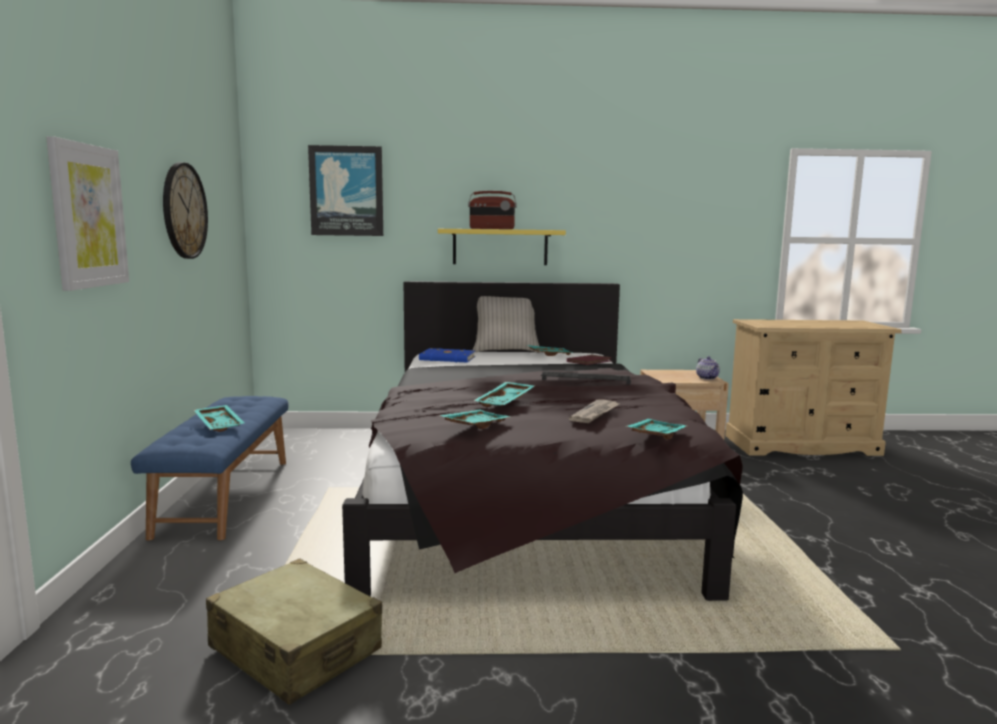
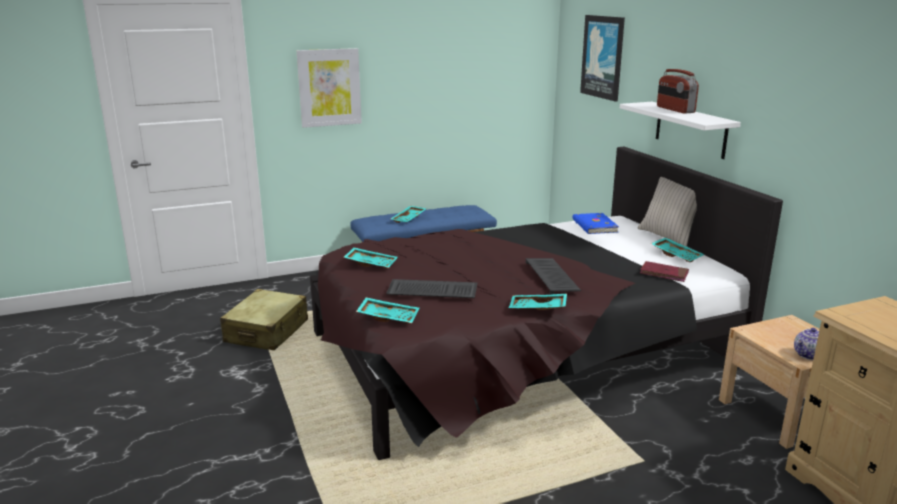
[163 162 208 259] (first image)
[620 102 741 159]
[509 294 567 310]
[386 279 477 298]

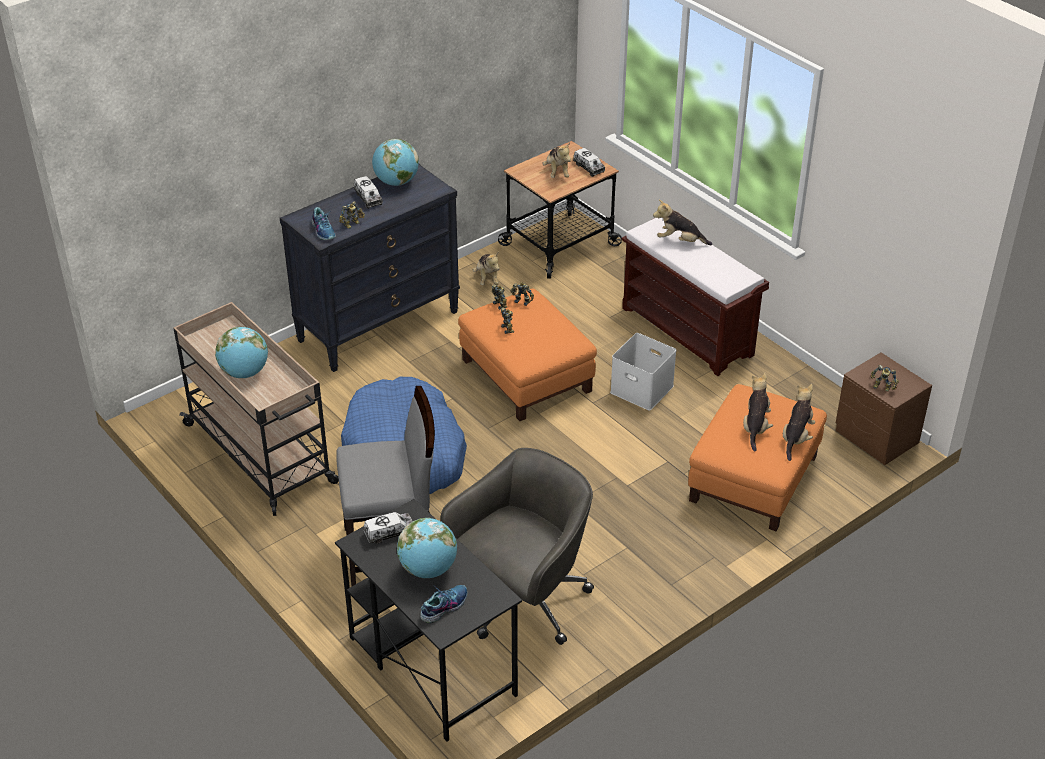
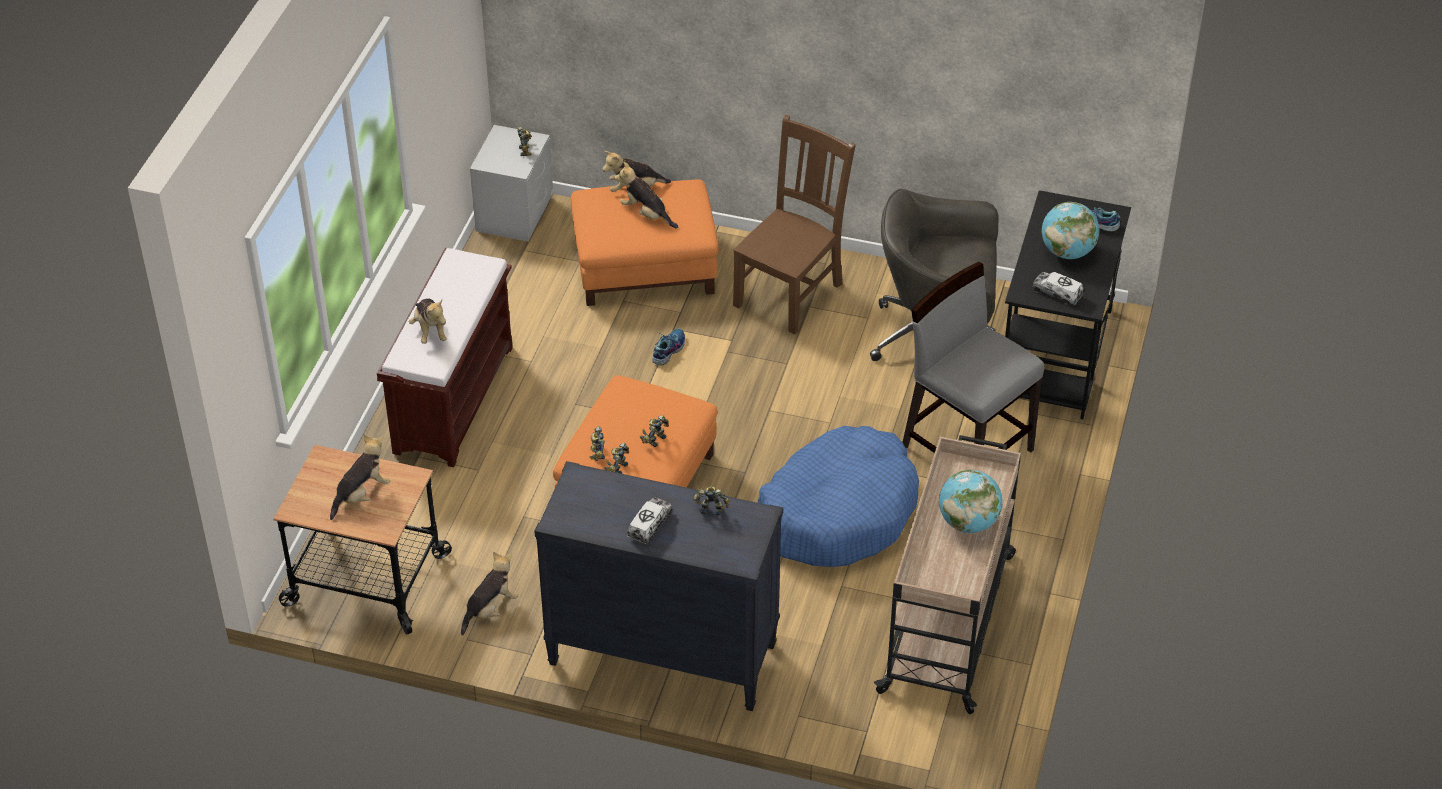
[372 139 419 186] (first image)
[573 148 605 177] (first image)
[652 329 685 366]
[610 333 676 411] (first image)
[470 125 553 241]
[614 162 678 229]
[733 115 856 334]

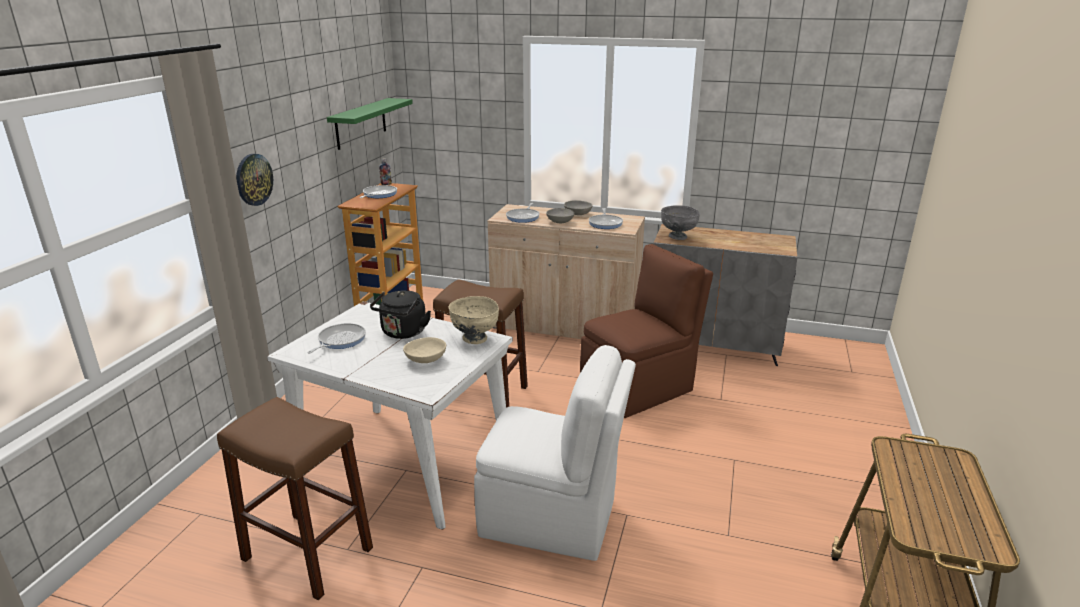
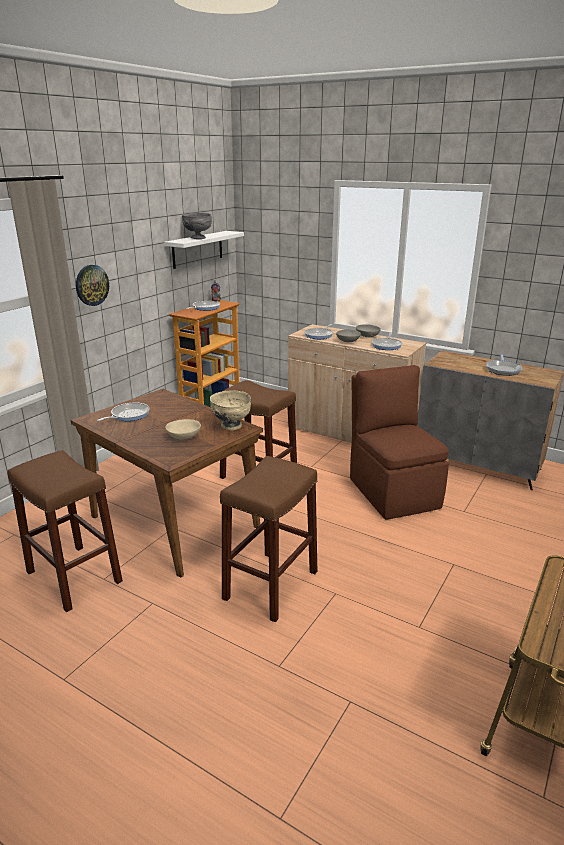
[164 231 244 269]
[182 213 212 239]
[350 365 449 519]
[370 290 431 339] (first image)
[71 389 263 578]
[220 456 317 622]
[486 354 522 376]

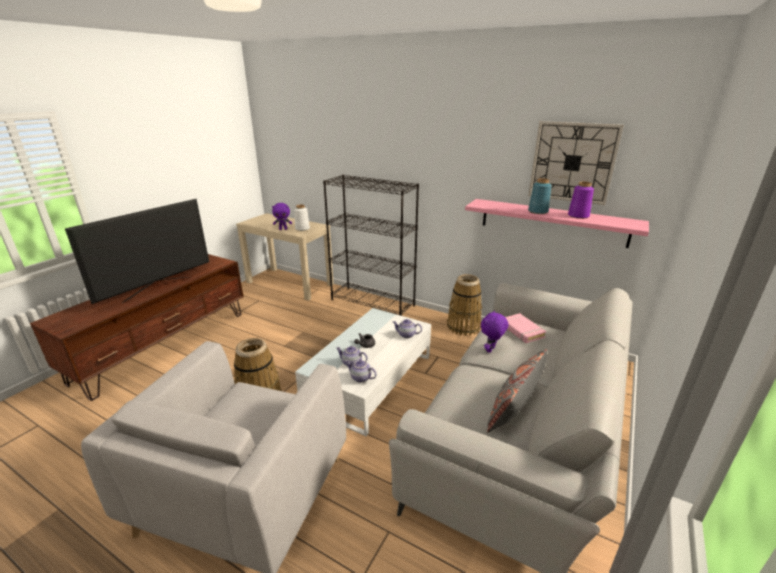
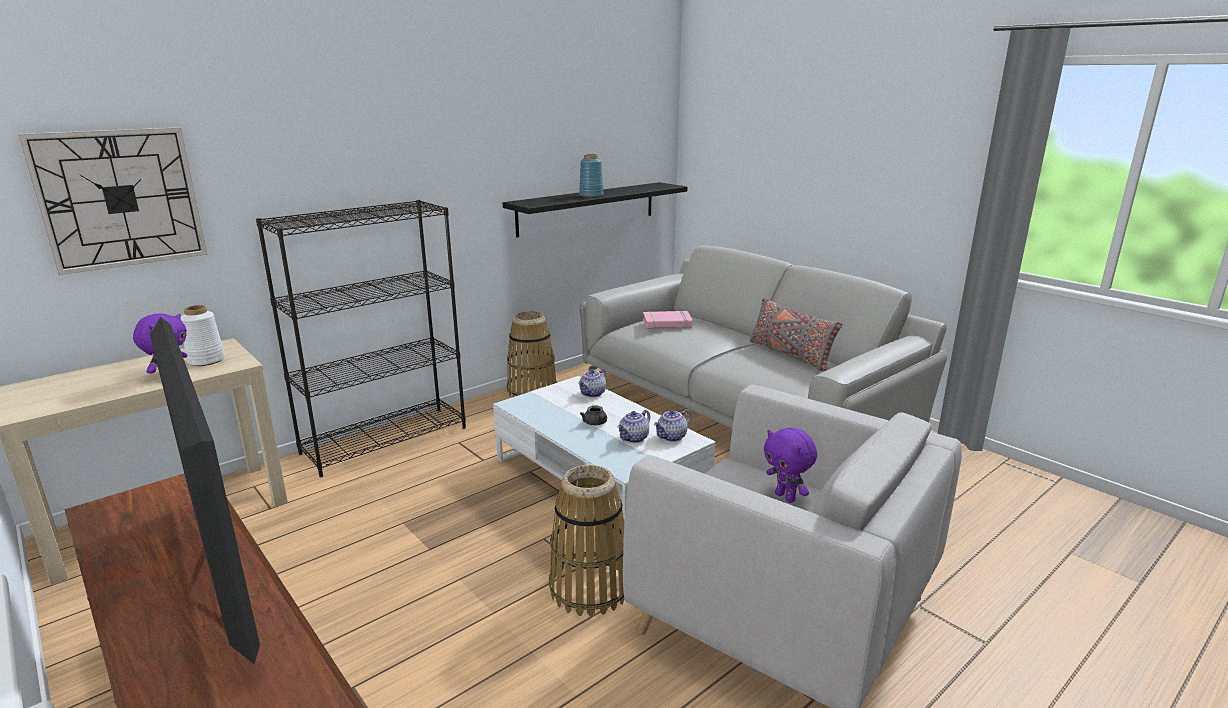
[18 127 208 275]
[568 182 594 219] (first image)
[503 182 687 238]
[764 428 817 503]

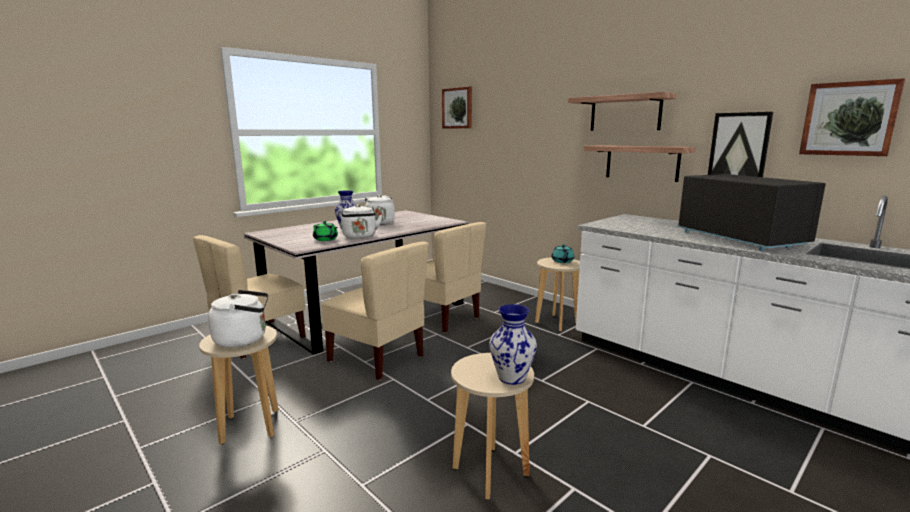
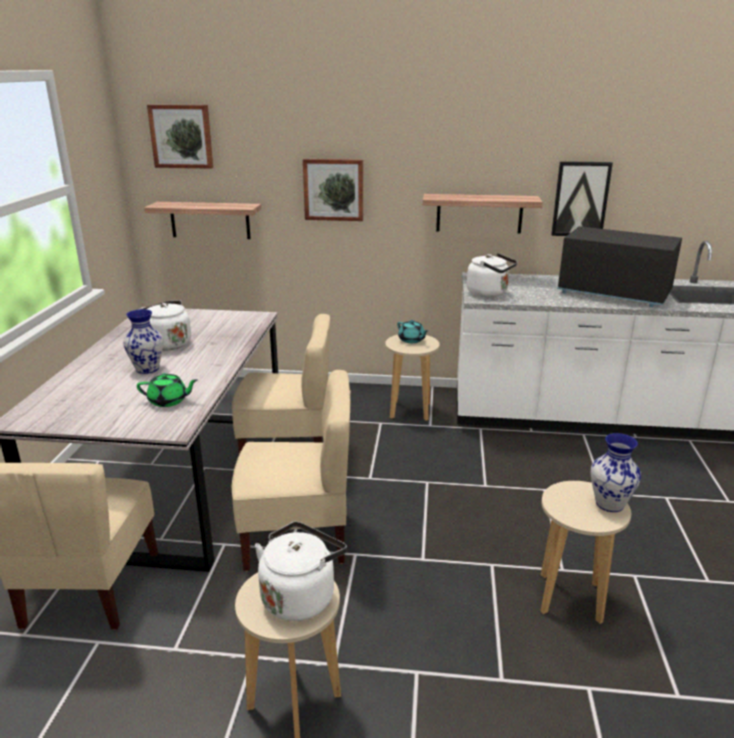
[303 159 363 221]
[144 202 261 239]
[467 253 517 297]

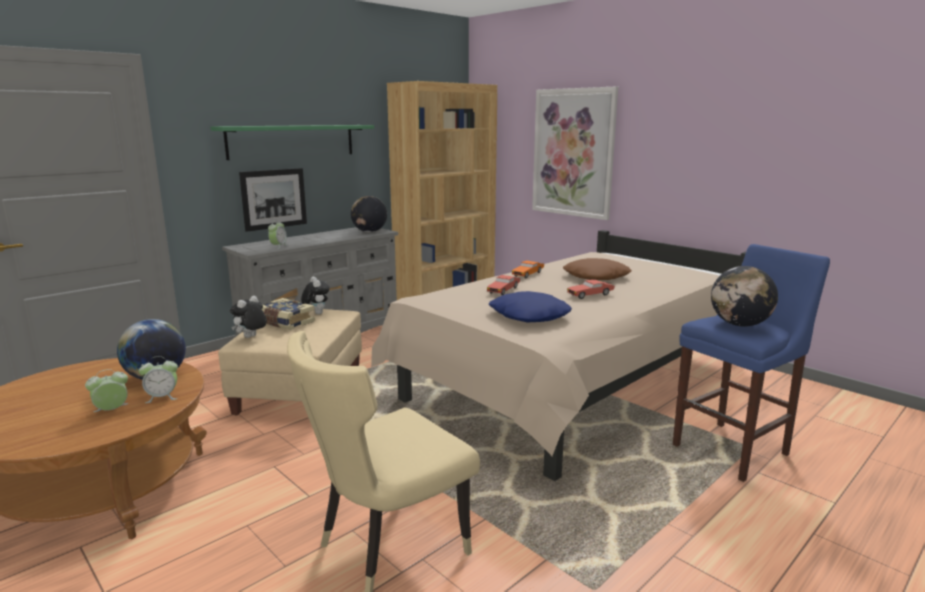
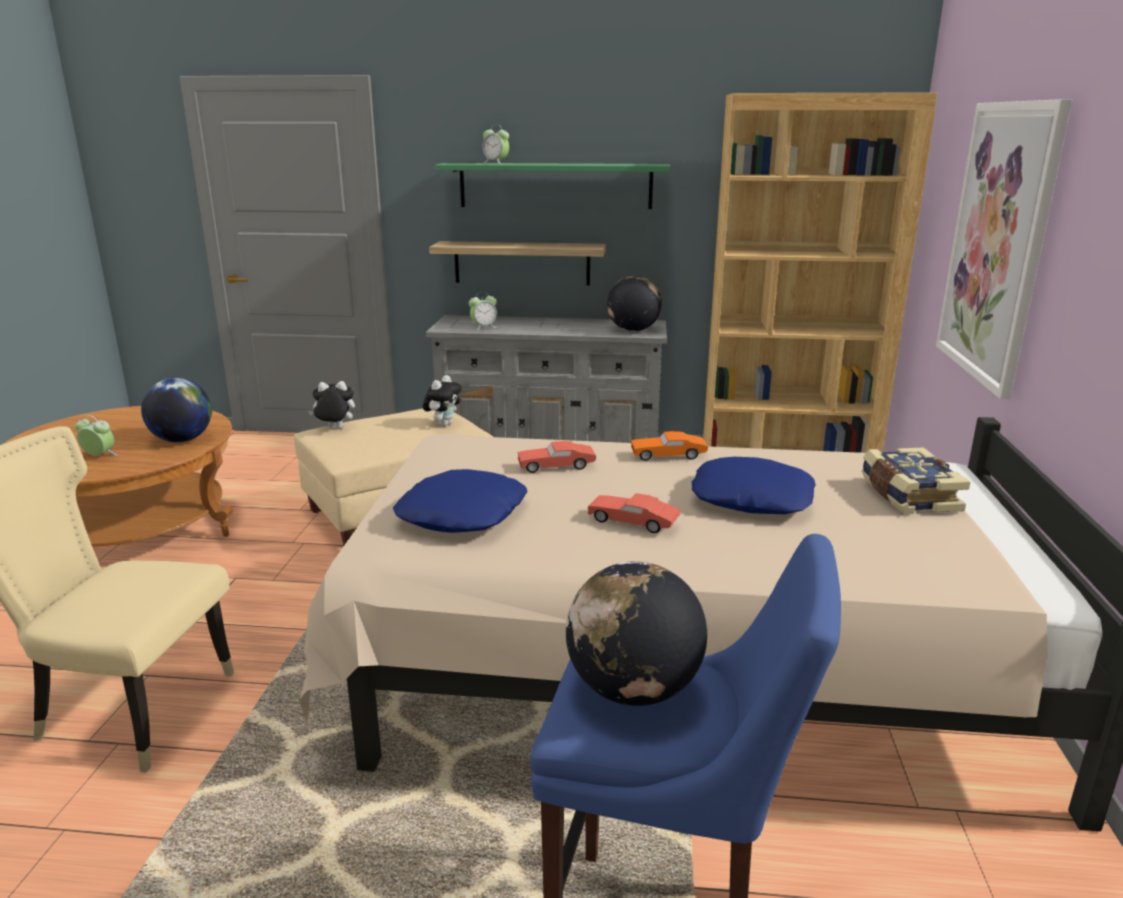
[429 241 606 286]
[692 457 816 514]
[862 447 970 514]
[482 125 509 164]

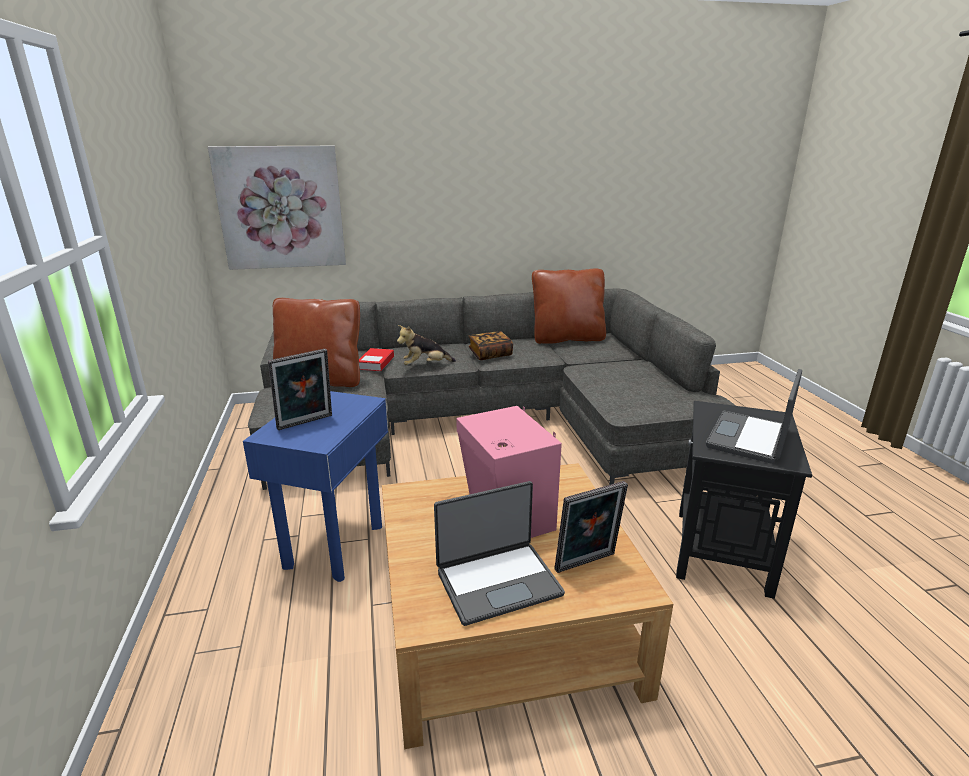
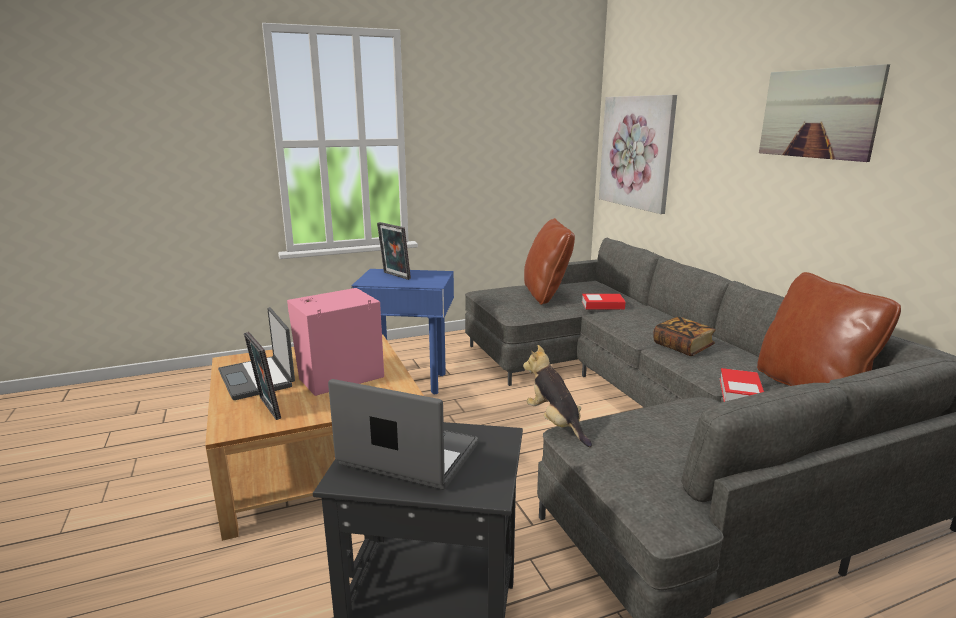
[523 345 592 447]
[759 64 890 162]
[720 368 764 402]

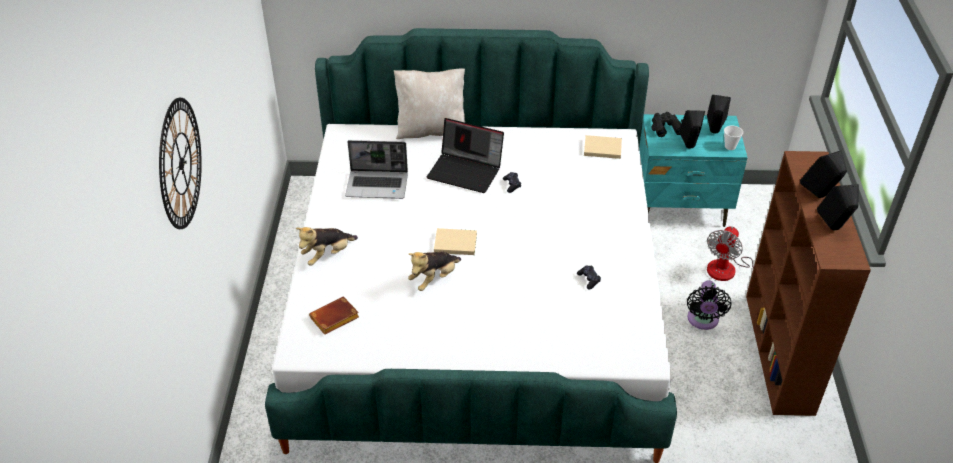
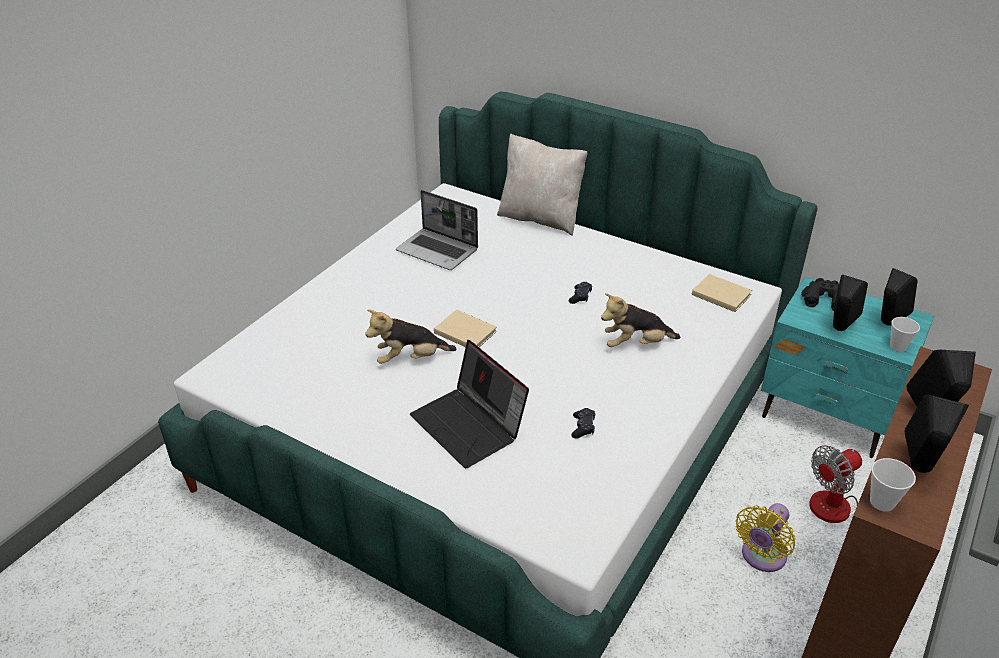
[159 98 202 229] (first image)
[410 340 529 468]
[601 293 681 347]
[736 503 796 572]
[309 296 359 335] (first image)
[870 458 916 512]

